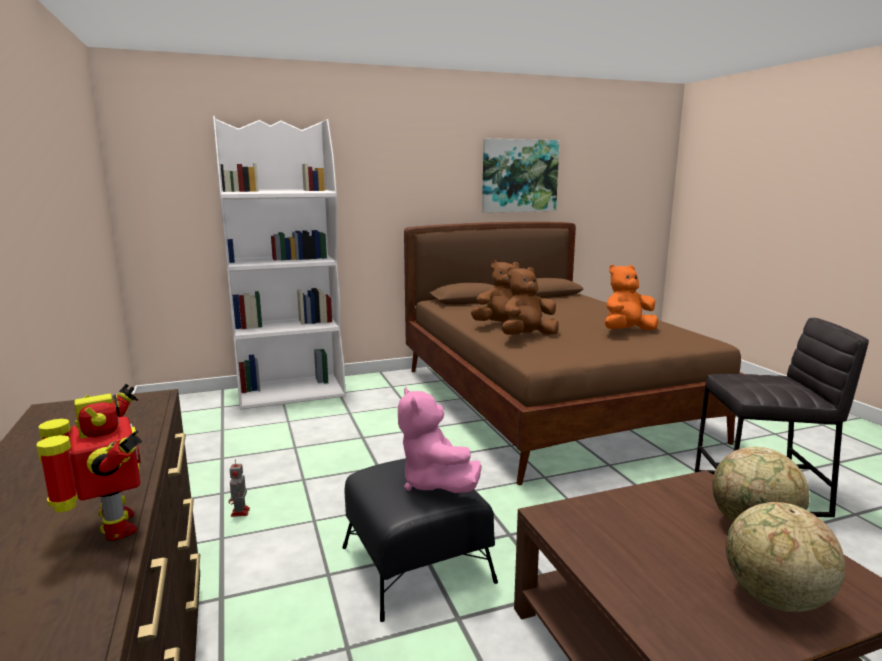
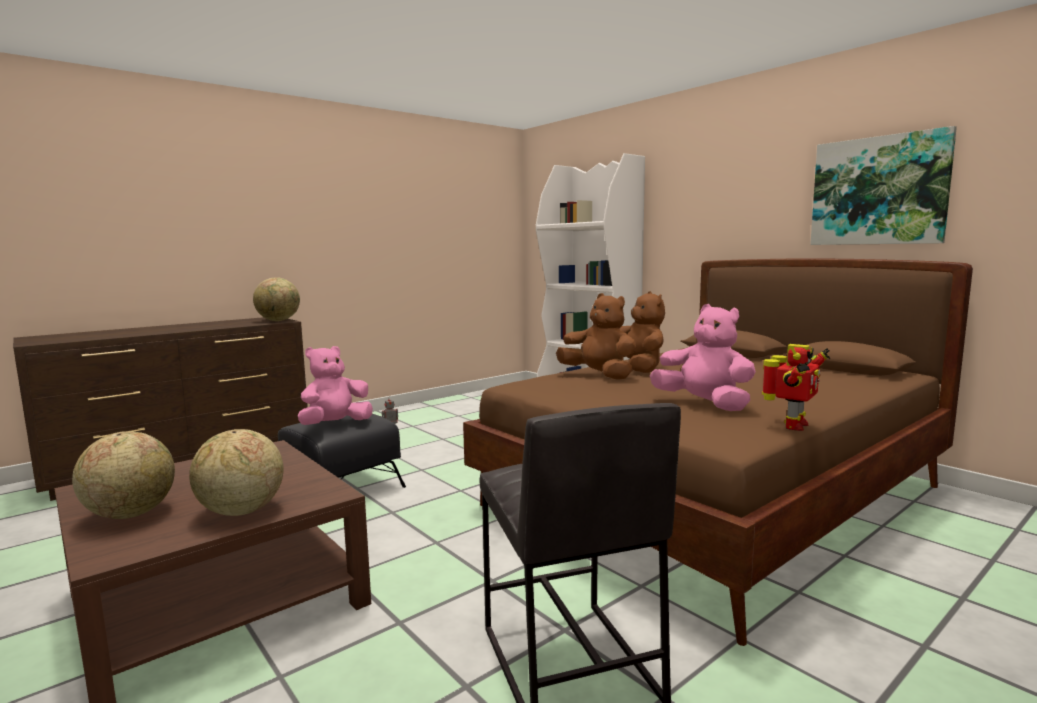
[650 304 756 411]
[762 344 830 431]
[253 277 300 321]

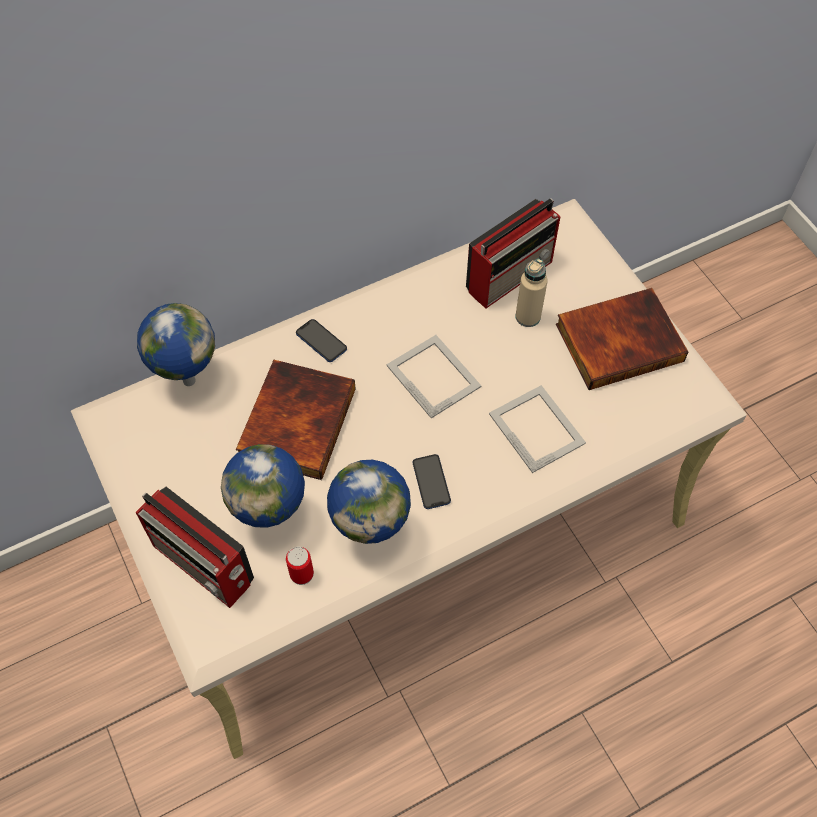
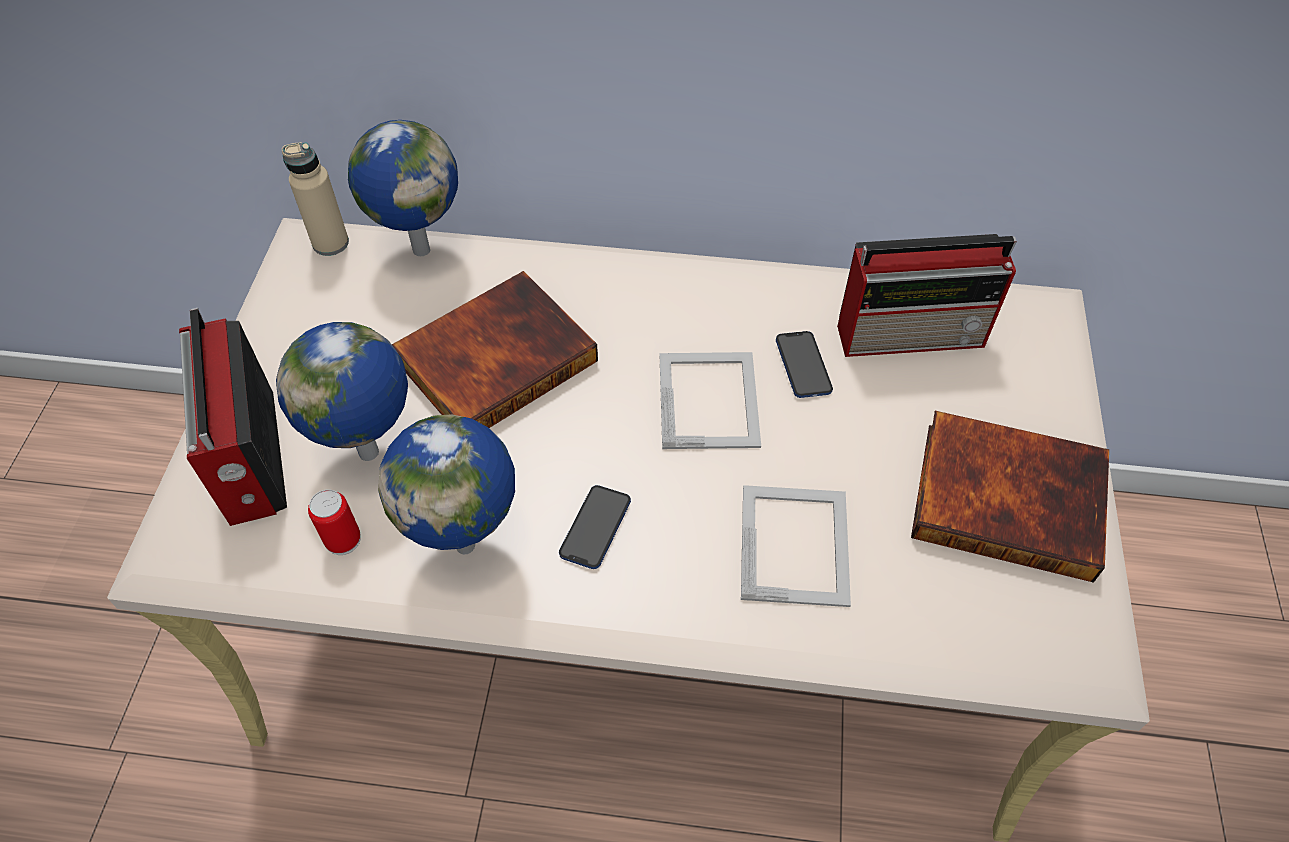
[282 142 349 256]
[776 331 833 398]

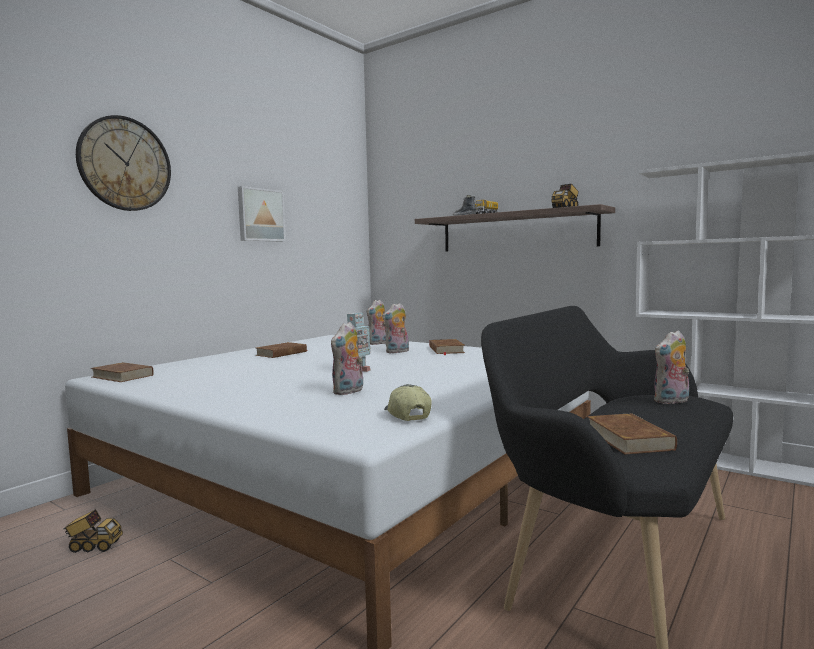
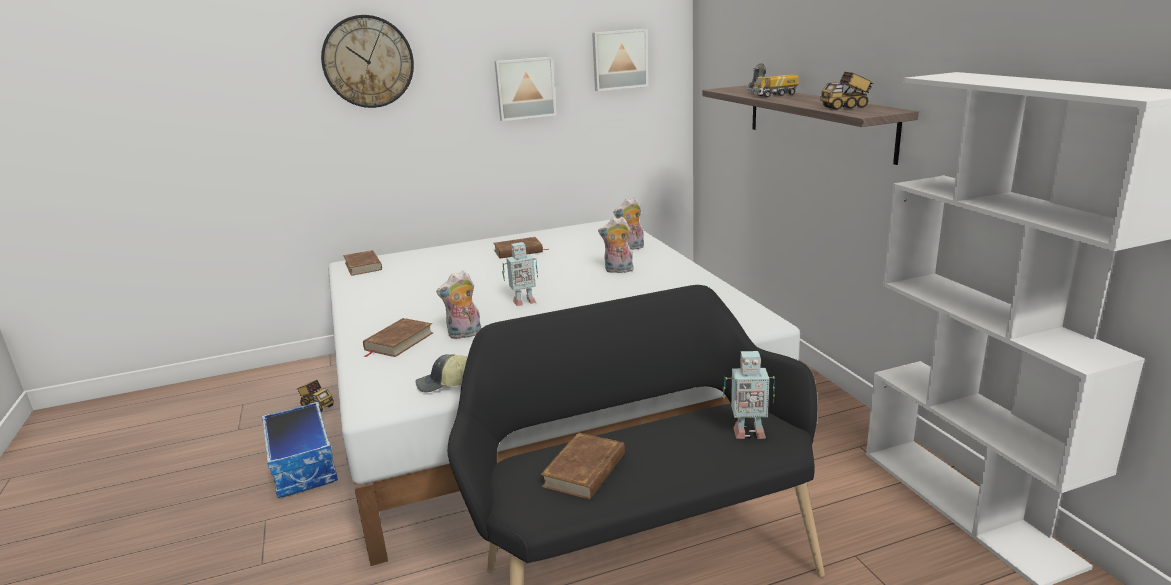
[723 351 775 439]
[363 318 433 357]
[415 354 468 393]
[592 29 648 91]
[261 402 338 498]

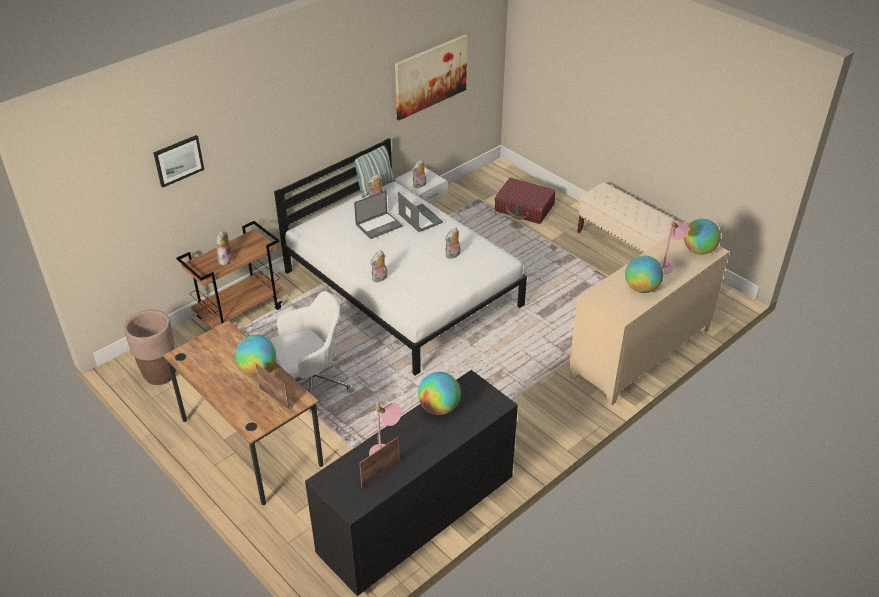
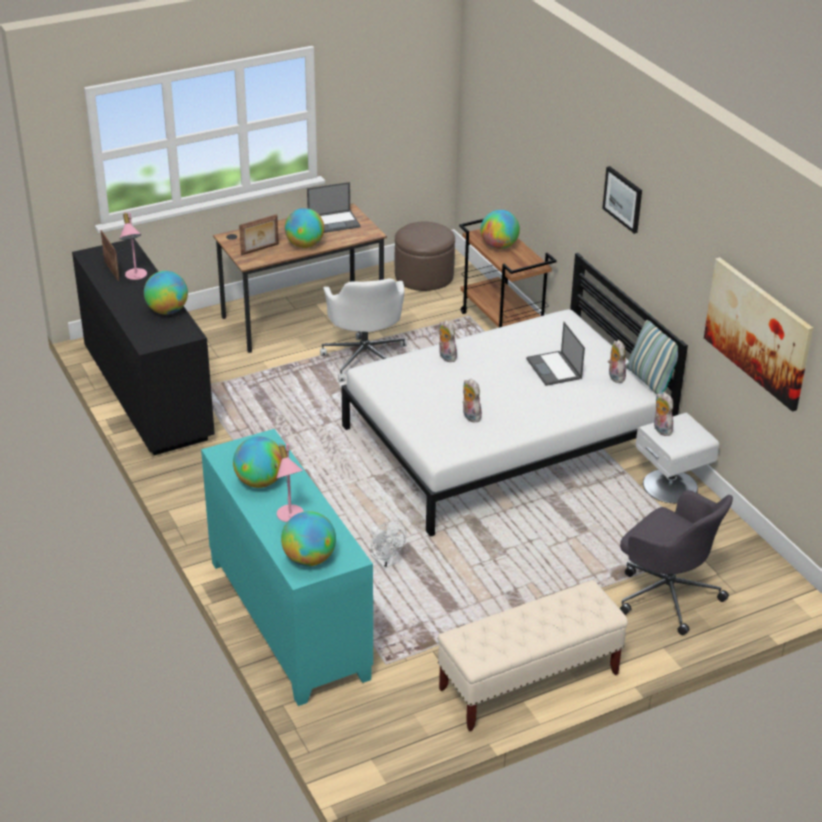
[602 166 642 234]
[620 490 733 635]
[307 182 361 233]
[481 210 520 249]
[201 429 373 706]
[395 222 455 291]
[370 520 406 569]

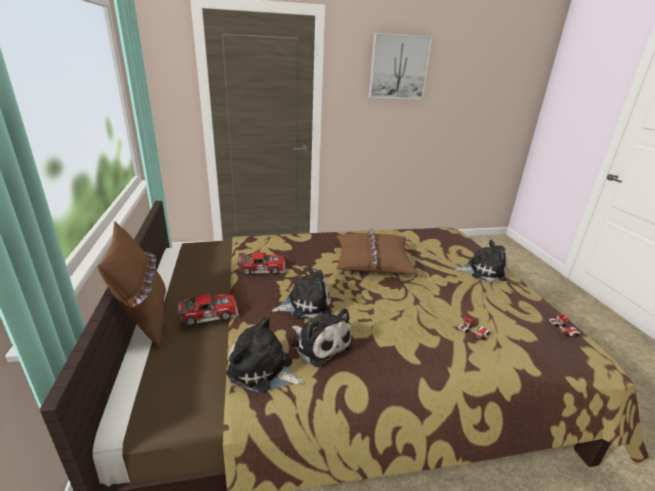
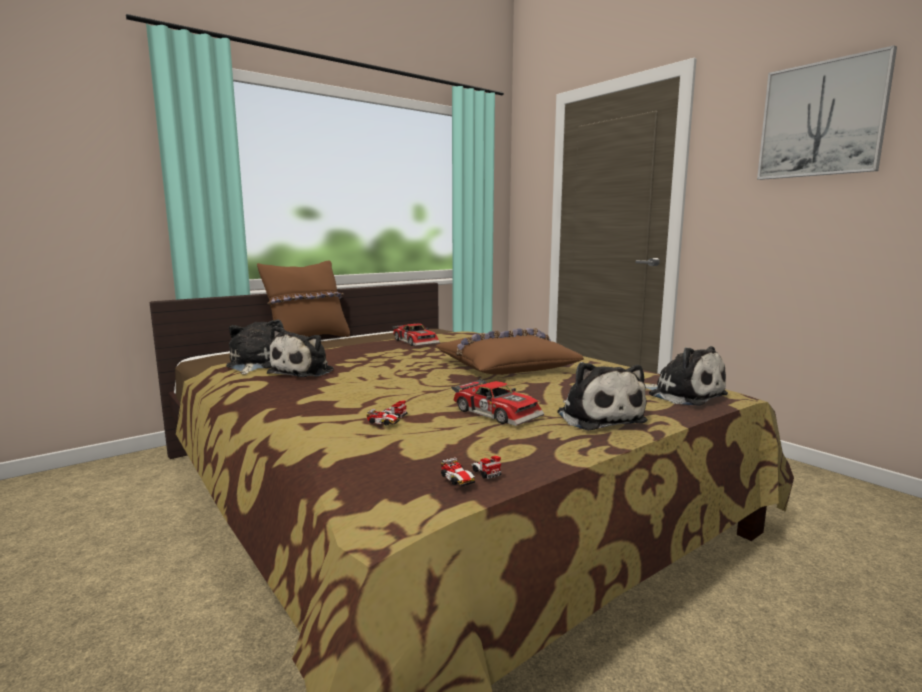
[645 346 728 406]
[451 379 544 426]

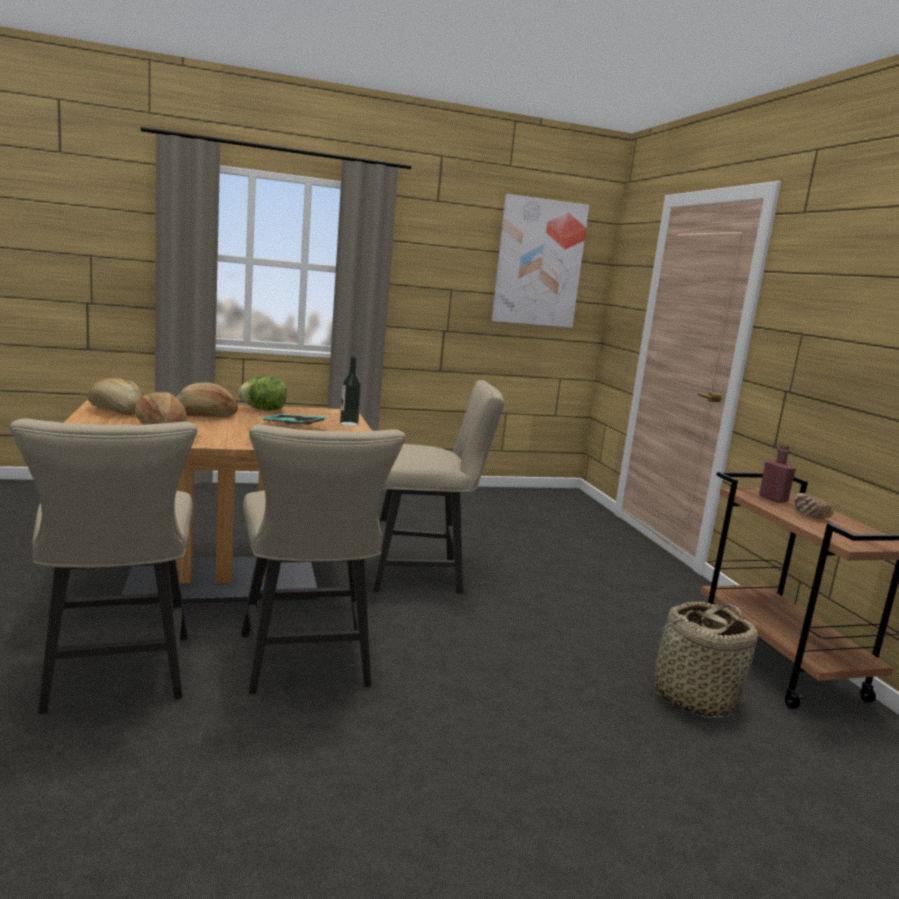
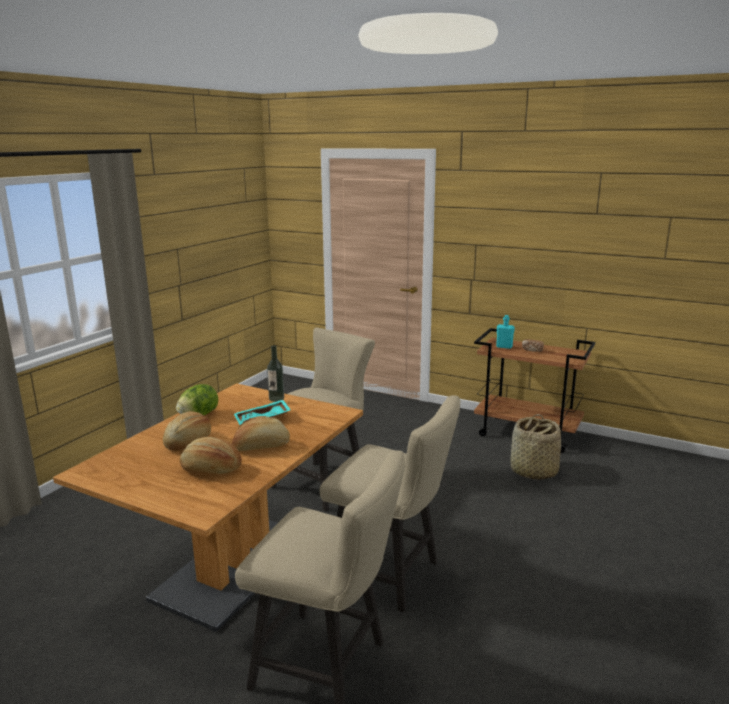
[491 194 589 328] (first image)
[232 416 290 451]
[496 315 515 349]

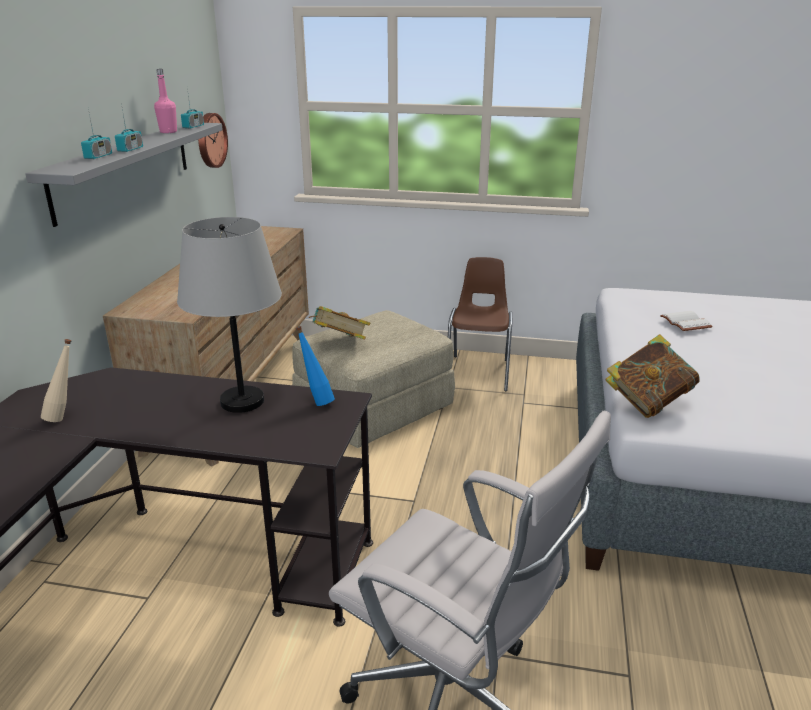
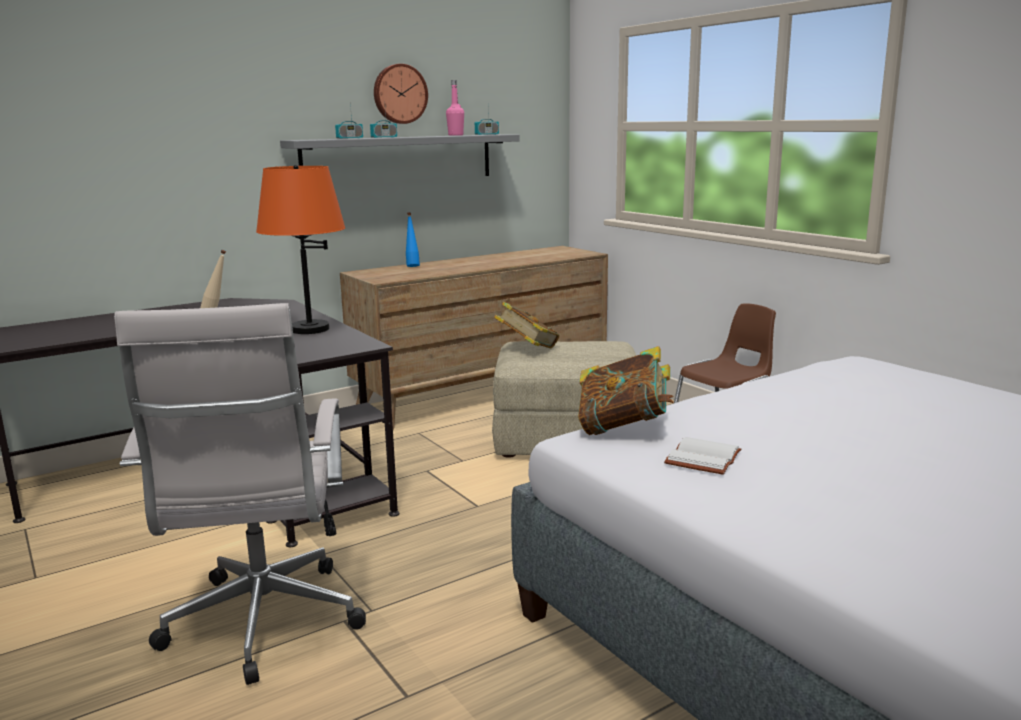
[374 64 428 124]
[256 165 345 334]
[664 437 741 475]
[406 212 420 267]

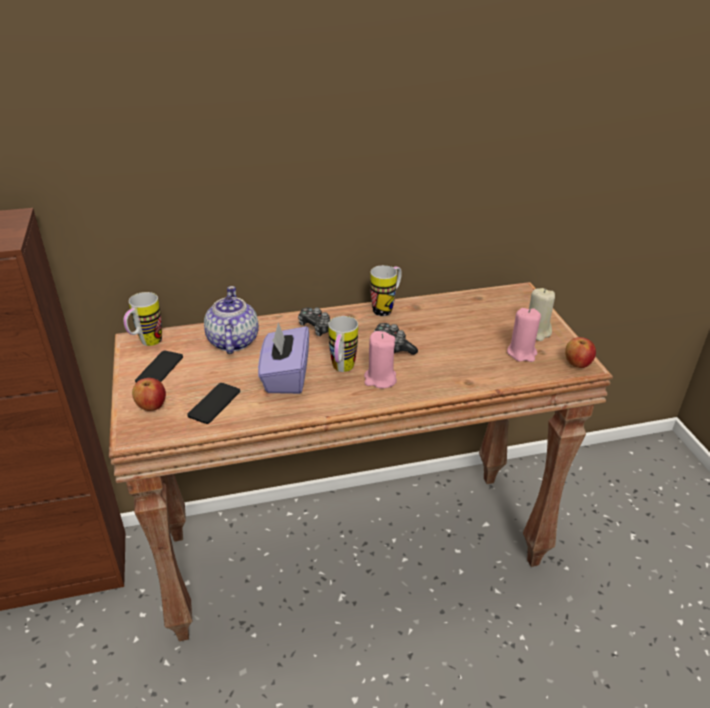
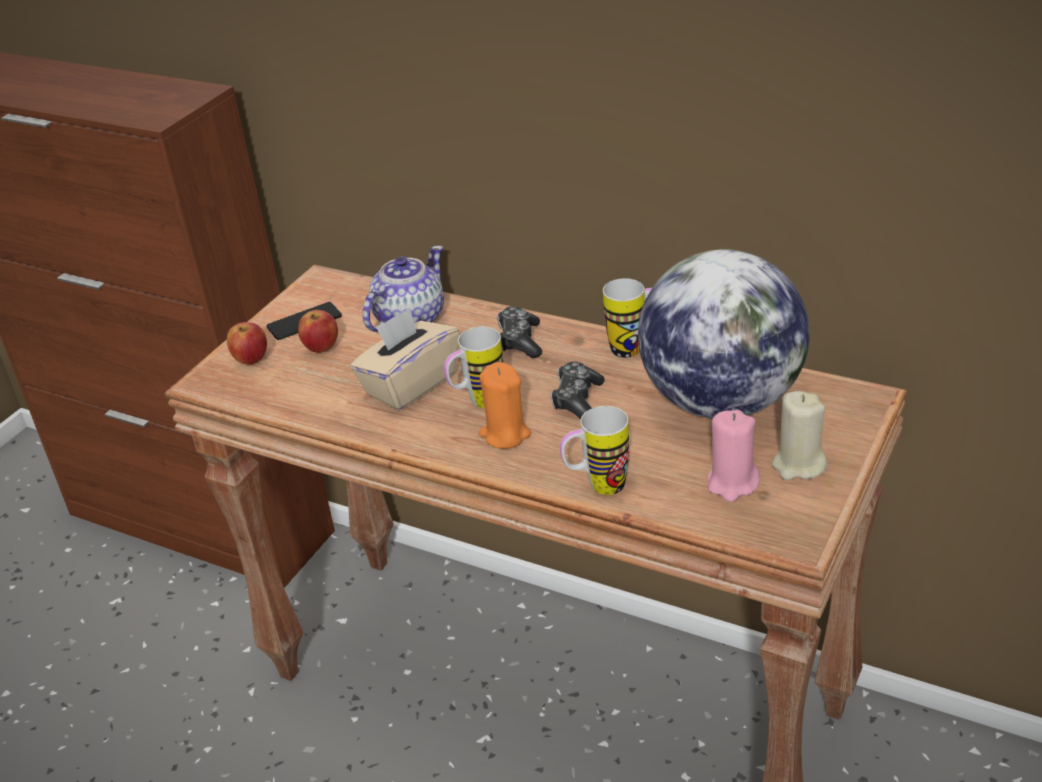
[560 406 629 495]
[350 307 460 410]
[479 362 531 449]
[298 310 338 353]
[187 383 240 424] (first image)
[638 249 810 419]

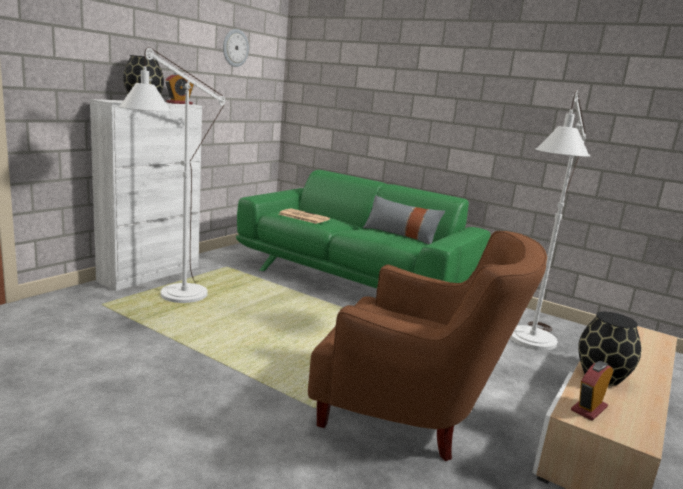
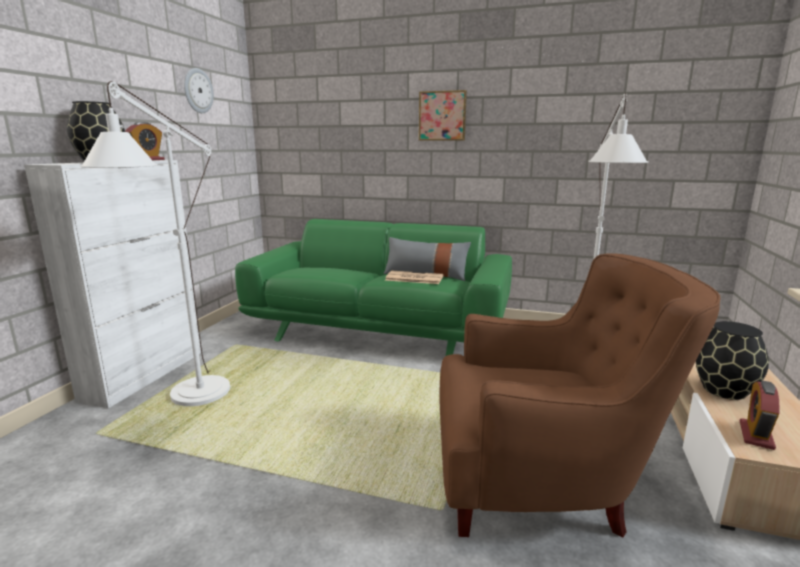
[385 271 444 284]
[419 90 467 141]

